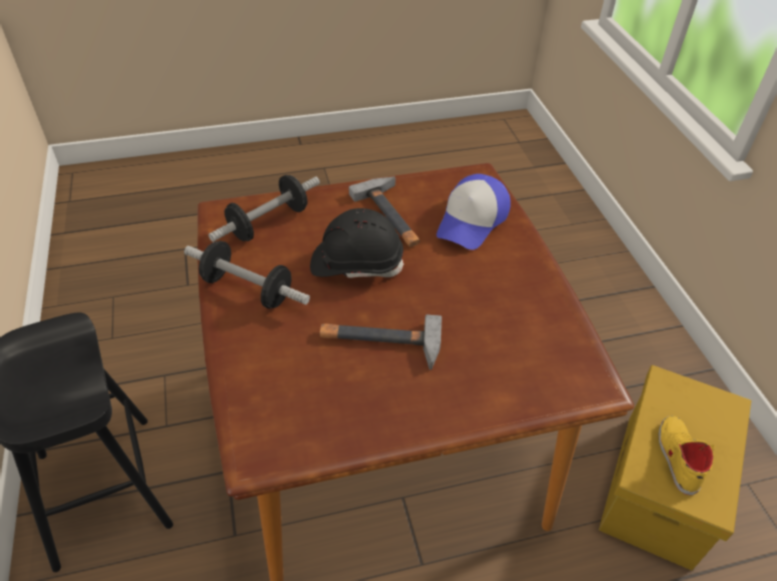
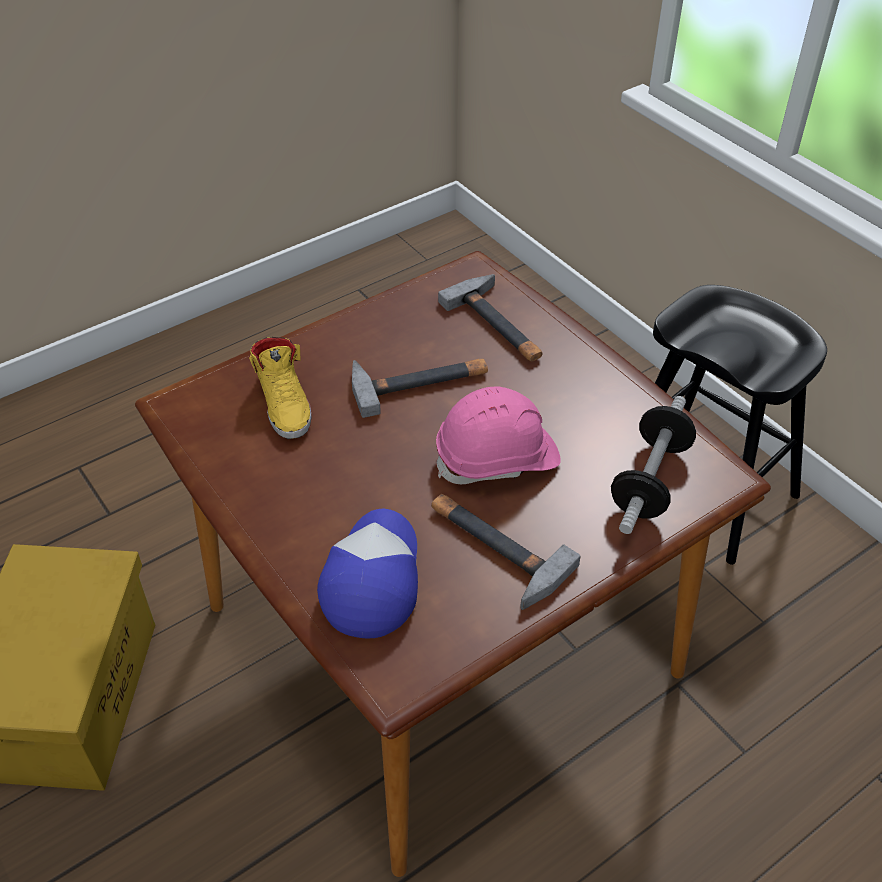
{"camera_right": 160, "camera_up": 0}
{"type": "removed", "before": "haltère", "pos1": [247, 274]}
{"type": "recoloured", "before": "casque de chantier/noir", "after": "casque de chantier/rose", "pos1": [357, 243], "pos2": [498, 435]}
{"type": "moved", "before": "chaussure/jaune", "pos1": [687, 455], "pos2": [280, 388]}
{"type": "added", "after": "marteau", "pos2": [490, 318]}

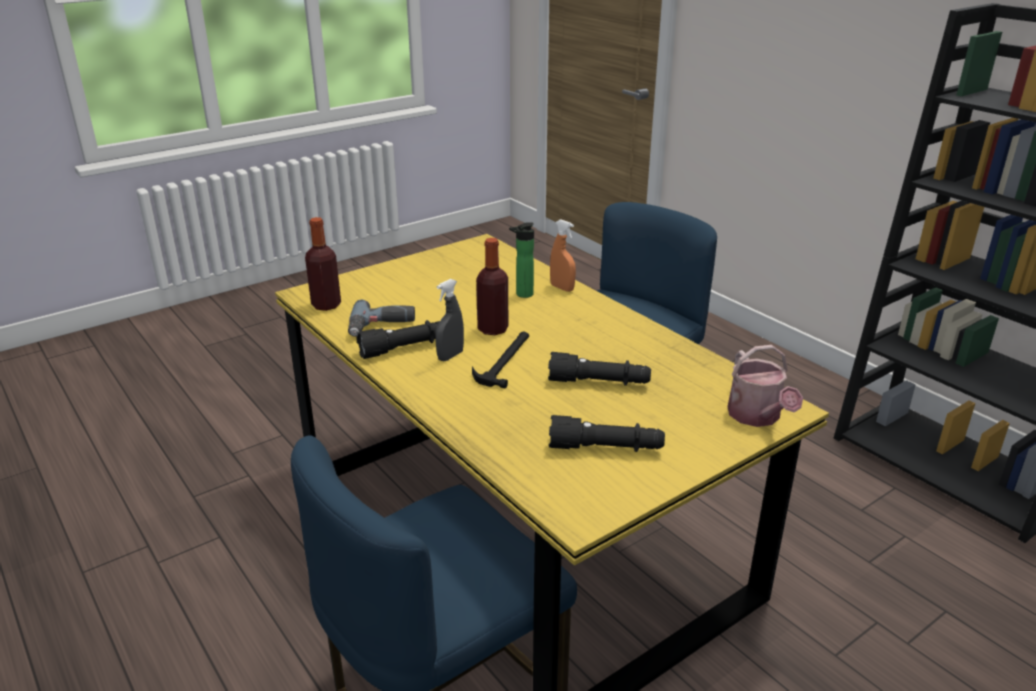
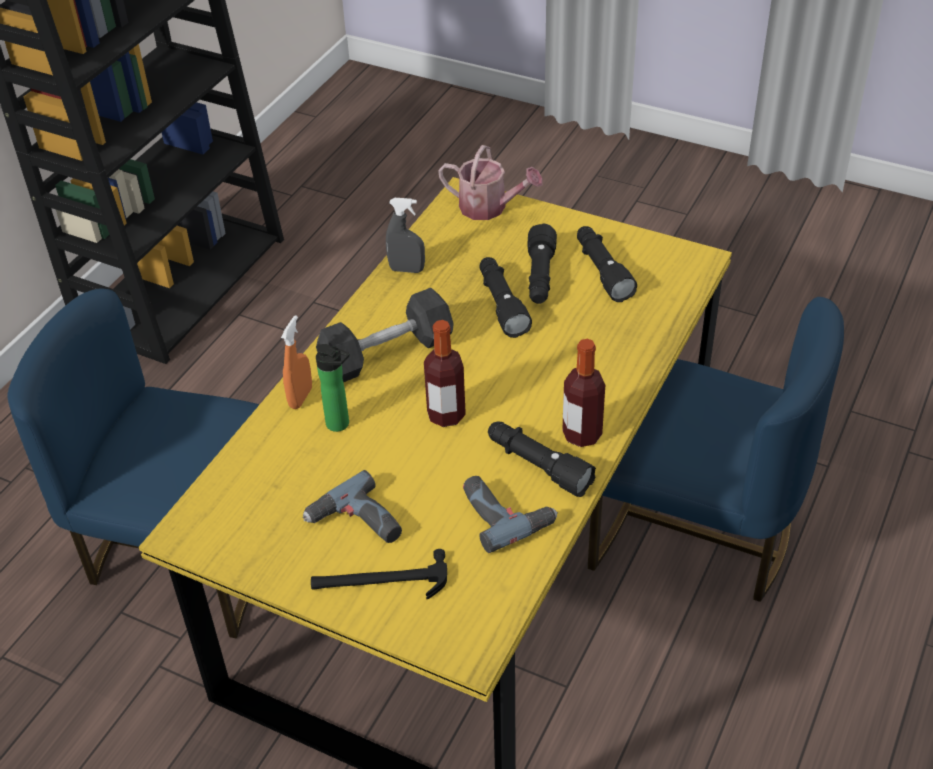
{"camera_right": -115, "camera_up": 15}
{"type": "moved", "before": "bouteille", "pos1": [323, 264], "pos2": [583, 393]}
{"type": "moved", "before": "vaporisateur/gris", "pos1": [449, 320], "pos2": [405, 235]}
{"type": "moved", "before": "marteau", "pos1": [500, 360], "pos2": [379, 574]}
{"type": "turned", "before": "arrosoir", "pos1": [765, 386], "pos2": [490, 182], "turn": 60}
{"type": "added", "after": "perceuse", "pos2": [352, 506]}
{"type": "added", "after": "haltère/noir", "pos2": [385, 335]}
{"type": "added", "after": "lampe de poche/noir", "pos2": [542, 263]}

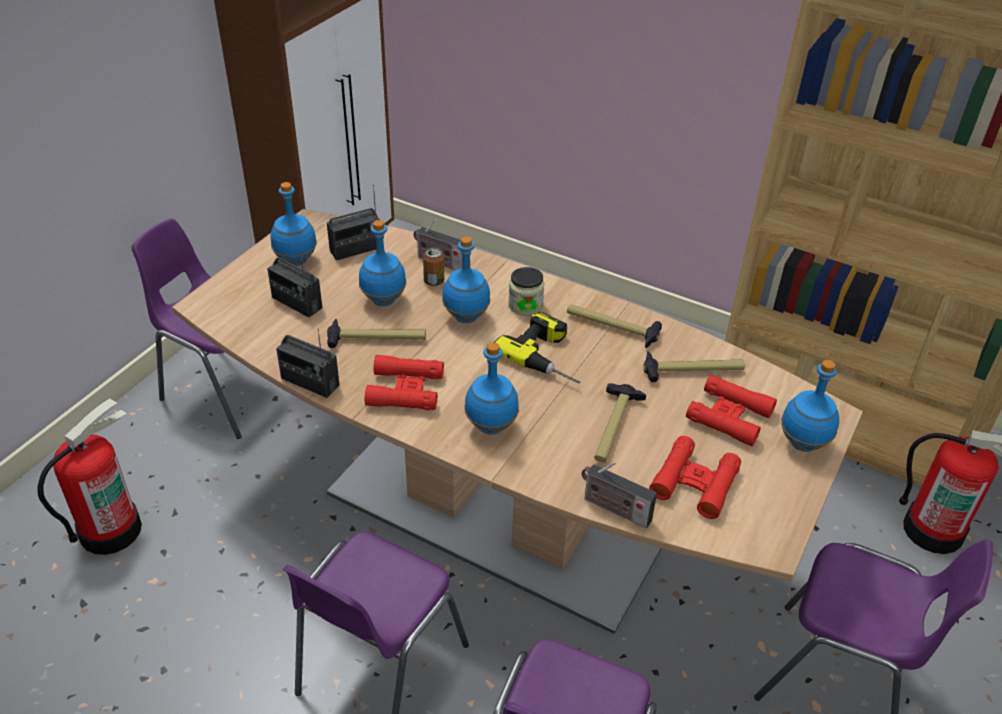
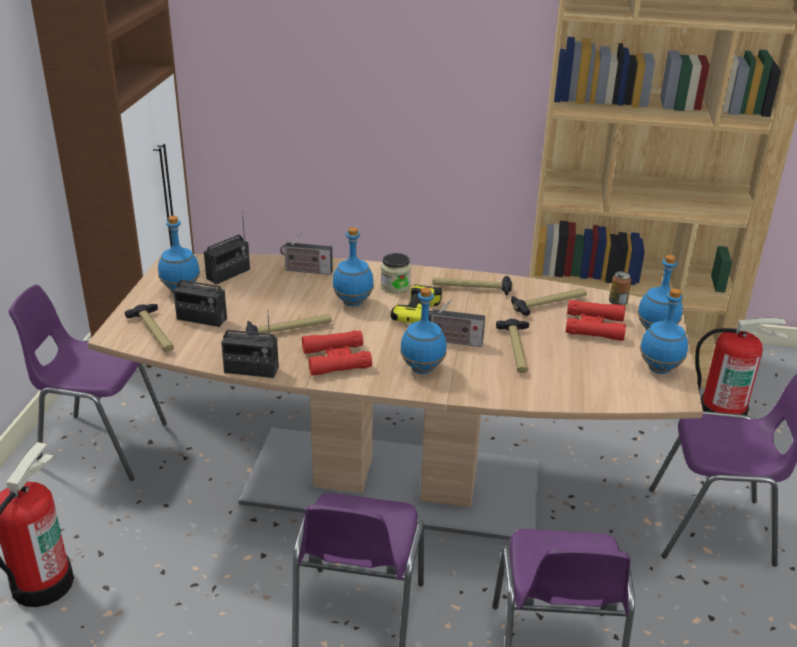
{"camera_right": -20, "camera_up": -10}
{"type": "moved", "before": "bouteille/bleu", "pos1": [382, 263], "pos2": [664, 331]}
{"type": "moved", "before": "boîte métallique", "pos1": [433, 266], "pos2": [620, 288]}
{"type": "moved", "before": "radio", "pos1": [619, 495], "pos2": [457, 323]}
{"type": "removed", "before": "jumelles/rouge", "pos1": [695, 477]}
{"type": "added", "after": "marteau", "pos2": [149, 327]}

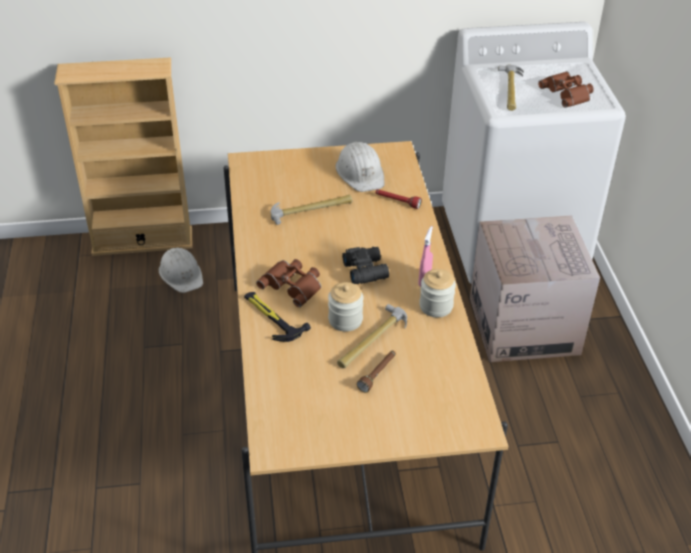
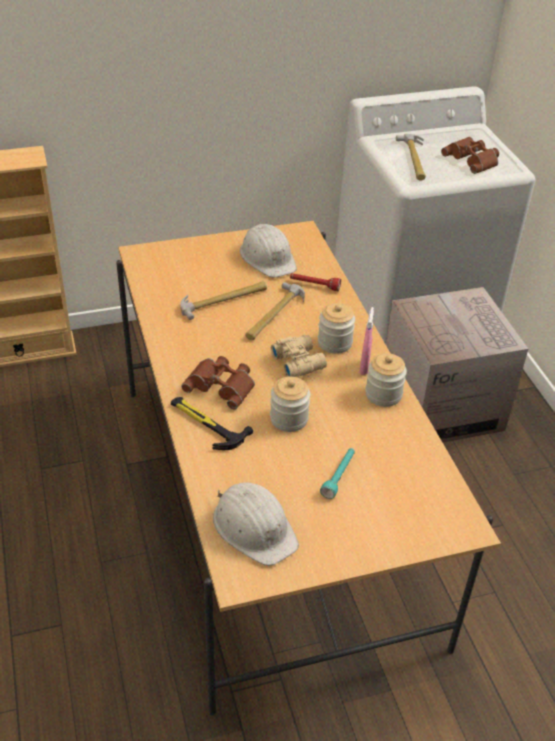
{"camera_right": -10, "camera_up": 0}
{"type": "moved", "before": "casque de chantier/blanc", "pos1": [181, 270], "pos2": [256, 524]}
{"type": "moved", "before": "marteau", "pos1": [372, 336], "pos2": [275, 311]}
{"type": "recoloured", "before": "jumelles/noir", "after": "jumelles/beige", "pos1": [365, 265], "pos2": [299, 356]}
{"type": "recoloured", "before": "lampe de poche/marron", "after": "lampe de poche/turquoise", "pos1": [376, 371], "pos2": [337, 473]}
{"type": "added", "after": "bocal", "pos2": [336, 328]}

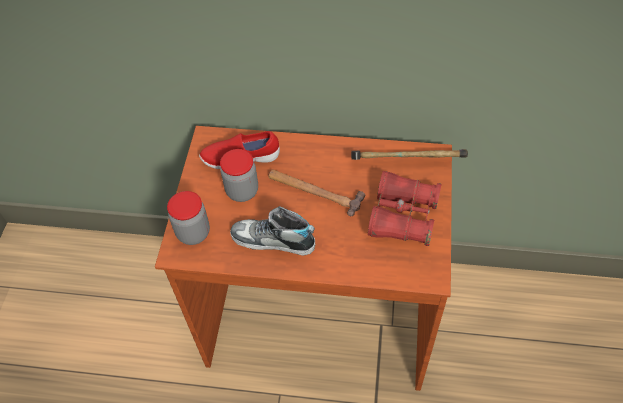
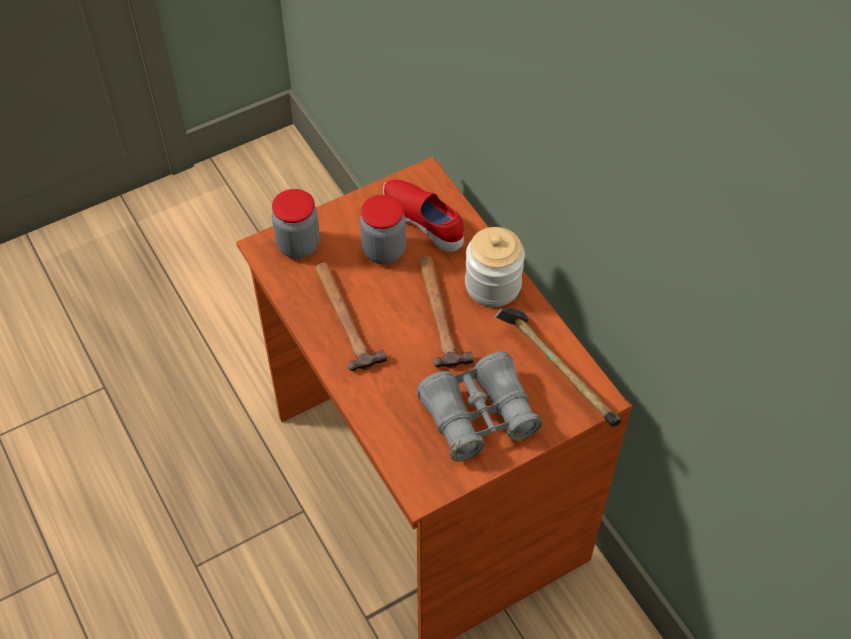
{"camera_right": 50, "camera_up": 0}
{"type": "replaced", "before": "chaussure", "after": "marteau", "pos1": [272, 231], "pos2": [351, 316]}
{"type": "recoloured", "before": "jumelles/rouge", "after": "jumelles/gris", "pos1": [405, 208], "pos2": [479, 406]}
{"type": "added", "after": "bocal", "pos2": [495, 267]}

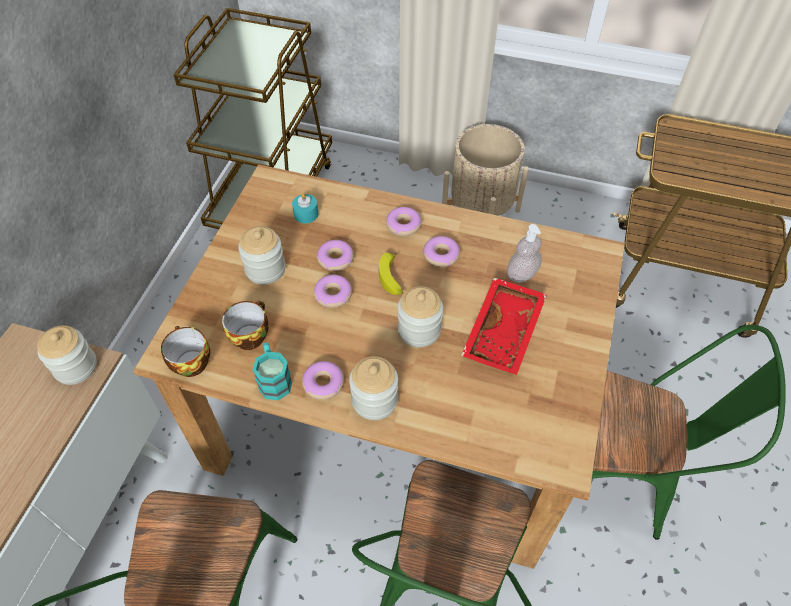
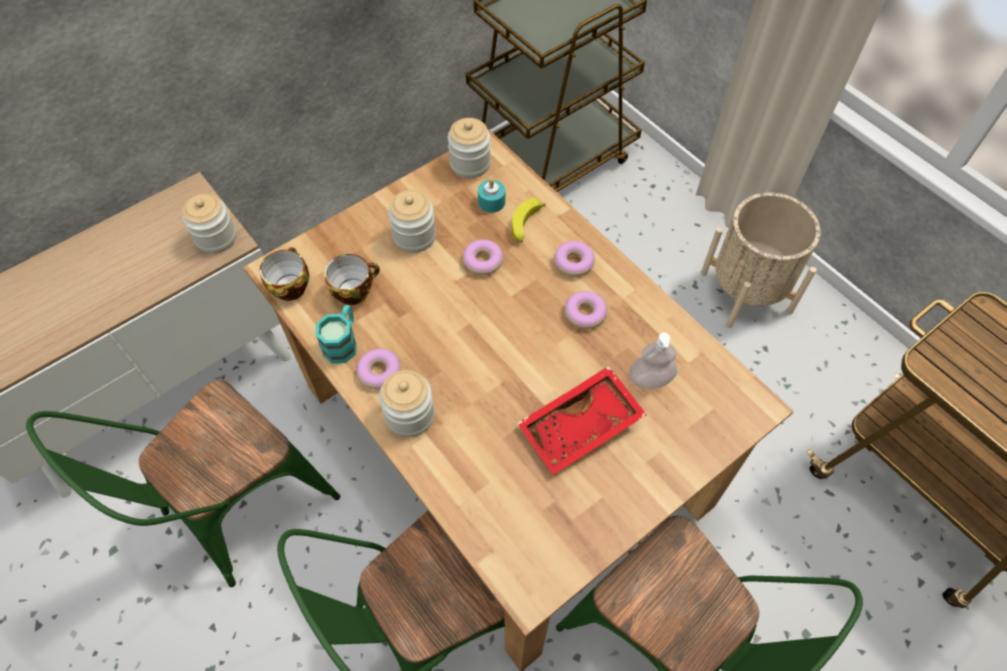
{"camera_right": 35, "camera_up": 5}
{"type": "removed", "before": "beignet", "pos1": [333, 291]}
{"type": "moved", "before": "banane", "pos1": [391, 273], "pos2": [529, 220]}
{"type": "moved", "before": "bocal", "pos1": [420, 316], "pos2": [469, 148]}

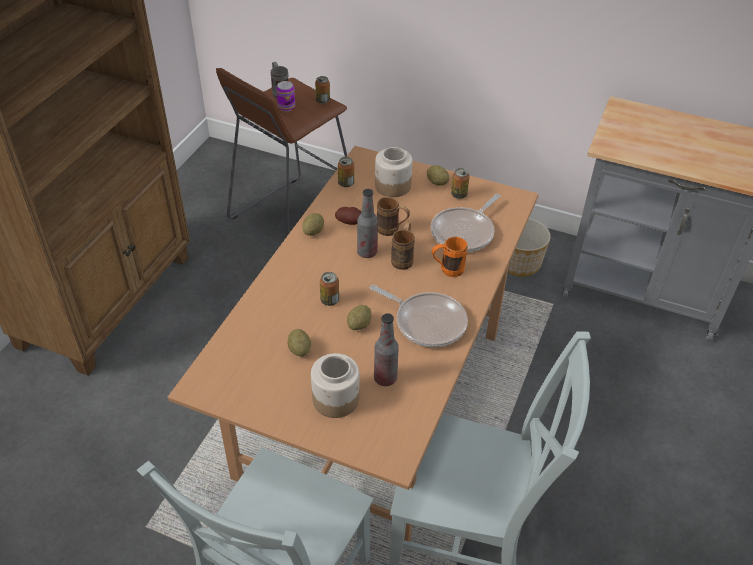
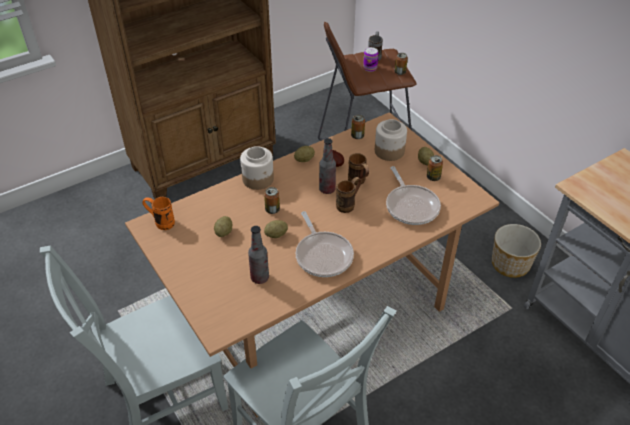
{"camera_right": 35, "camera_up": 0}
{"type": "moved", "before": "bocal", "pos1": [335, 385], "pos2": [257, 168]}
{"type": "turned", "before": "poêle", "pos1": [466, 223], "pos2": [413, 195], "turn": -90}
{"type": "moved", "before": "mug/orange", "pos1": [450, 257], "pos2": [158, 213]}

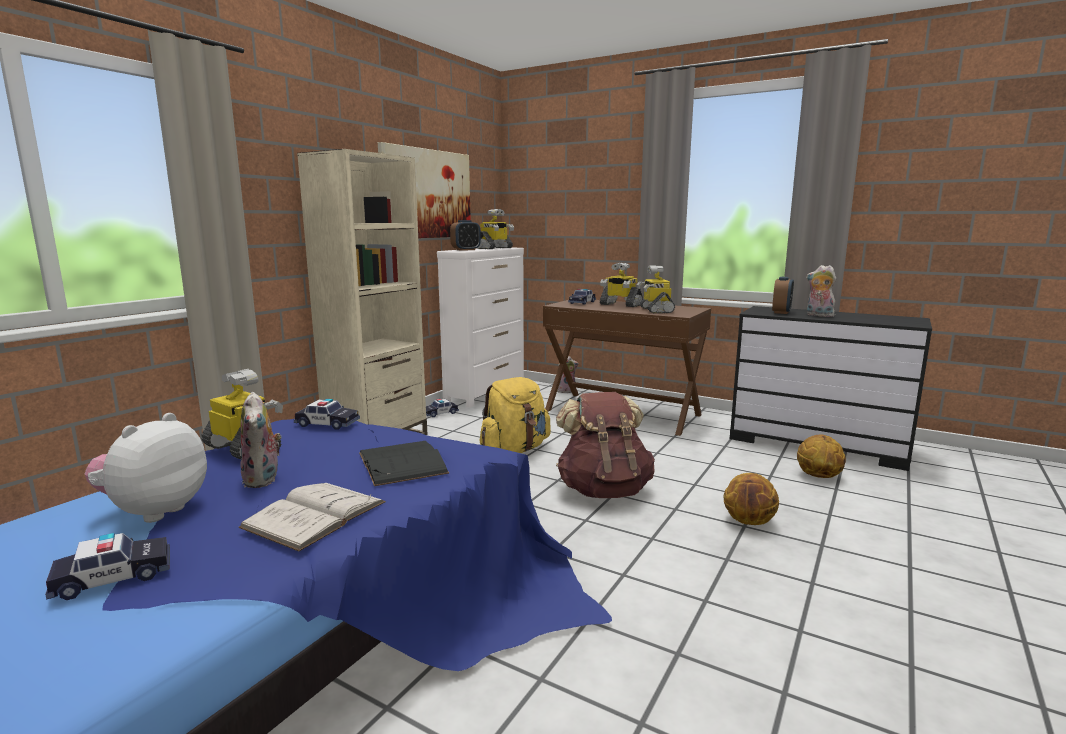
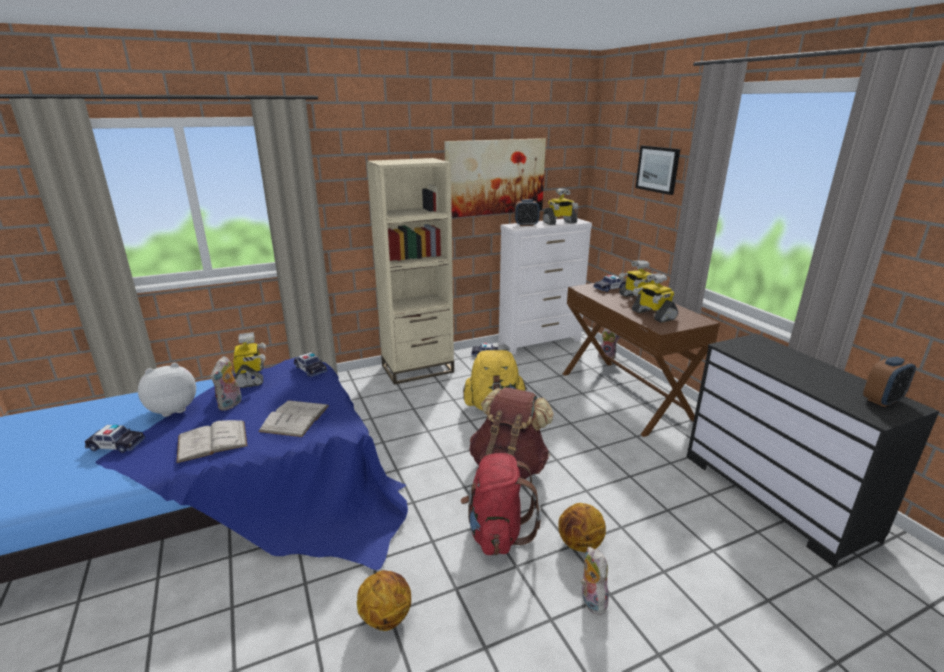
{"camera_right": 35, "camera_up": 10}
{"type": "recoloured", "before": "livre/noir", "after": "livre/blanc", "pos1": [404, 463], "pos2": [293, 418]}
{"type": "turned", "before": "robot jouet", "pos1": [656, 289], "pos2": [655, 298], "turn": -60}
{"type": "moved", "before": "réveil", "pos1": [783, 295], "pos2": [889, 382]}
{"type": "moved", "before": "ballon de basket", "pos1": [821, 456], "pos2": [384, 600]}
{"type": "moved", "before": "peluche", "pos1": [821, 291], "pos2": [594, 581]}
{"type": "added", "after": "sac à dos/rouge", "pos2": [501, 504]}
{"type": "added", "after": "tableau", "pos2": [657, 170]}

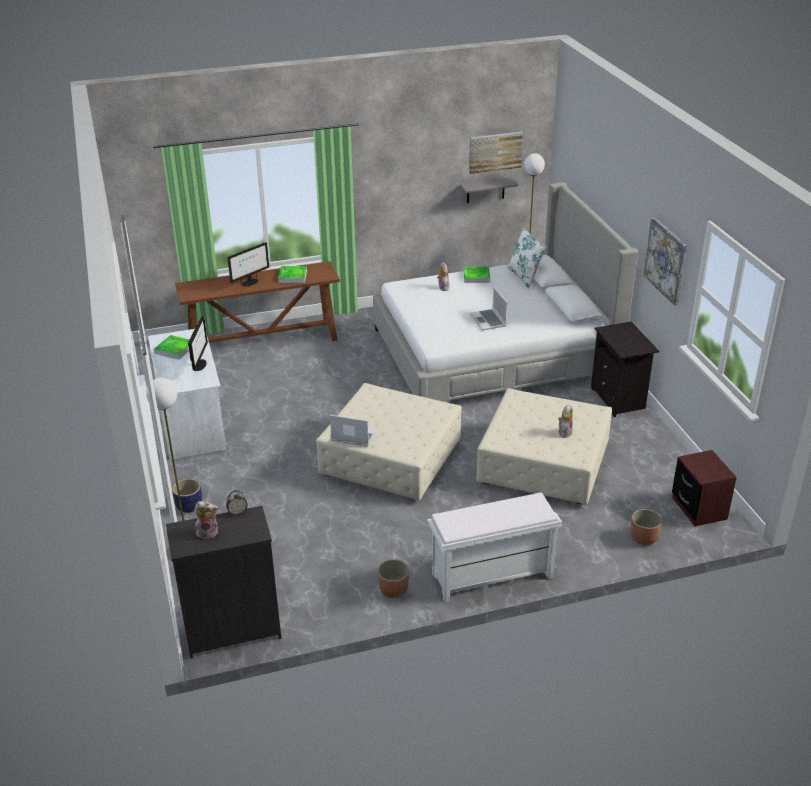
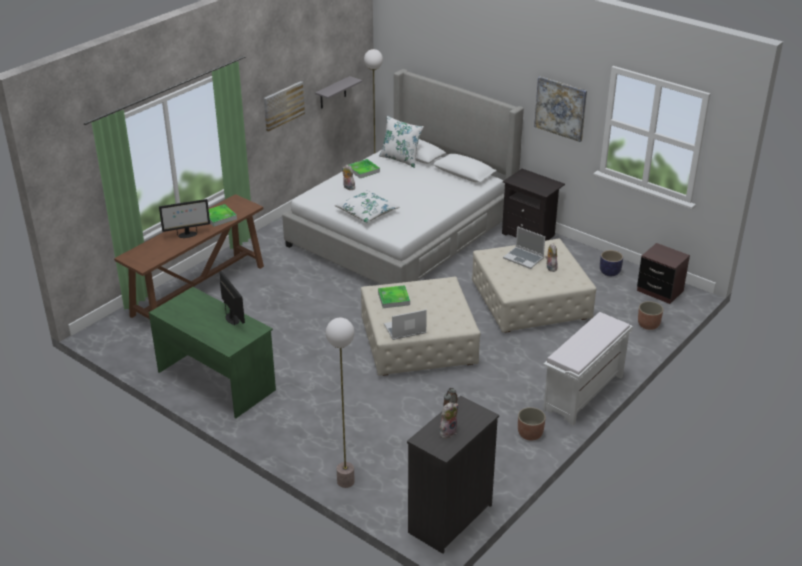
{"camera_right": -35, "camera_up": 0}
{"type": "recoloured", "before": "bureau/blanc", "after": "bureau/vert", "pos1": [187, 394], "pos2": [212, 352]}
{"type": "moved", "before": "plateau", "pos1": [172, 347], "pos2": [394, 296]}
{"type": "moved", "before": "cache-pot", "pos1": [187, 496], "pos2": [611, 263]}
{"type": "turned", "before": "écran d'ordinateur", "pos1": [248, 264], "pos2": [184, 218], "turn": 60}
{"type": "moved", "before": "tableau", "pos1": [496, 153], "pos2": [284, 106]}
{"type": "moved", "before": "ordinateur portable", "pos1": [488, 309], "pos2": [524, 247]}
{"type": "added", "after": "coussin/blanc", "pos2": [367, 206]}

